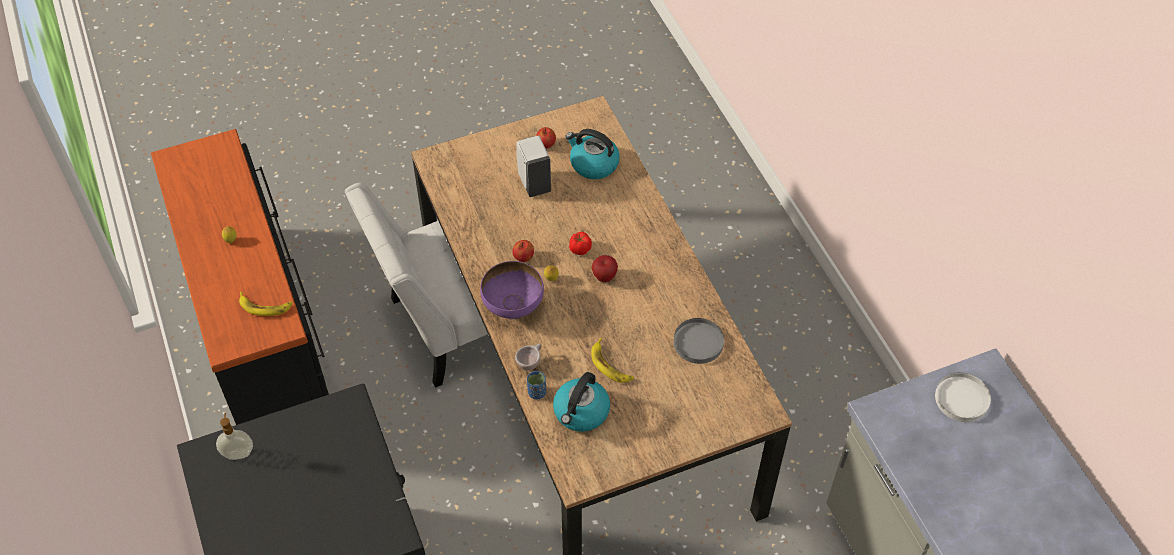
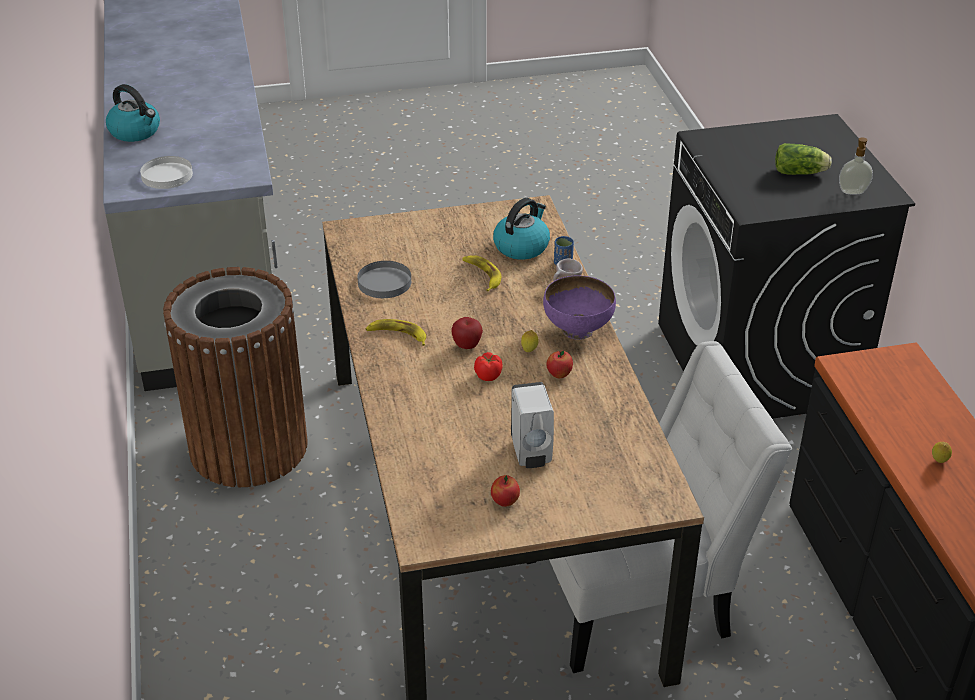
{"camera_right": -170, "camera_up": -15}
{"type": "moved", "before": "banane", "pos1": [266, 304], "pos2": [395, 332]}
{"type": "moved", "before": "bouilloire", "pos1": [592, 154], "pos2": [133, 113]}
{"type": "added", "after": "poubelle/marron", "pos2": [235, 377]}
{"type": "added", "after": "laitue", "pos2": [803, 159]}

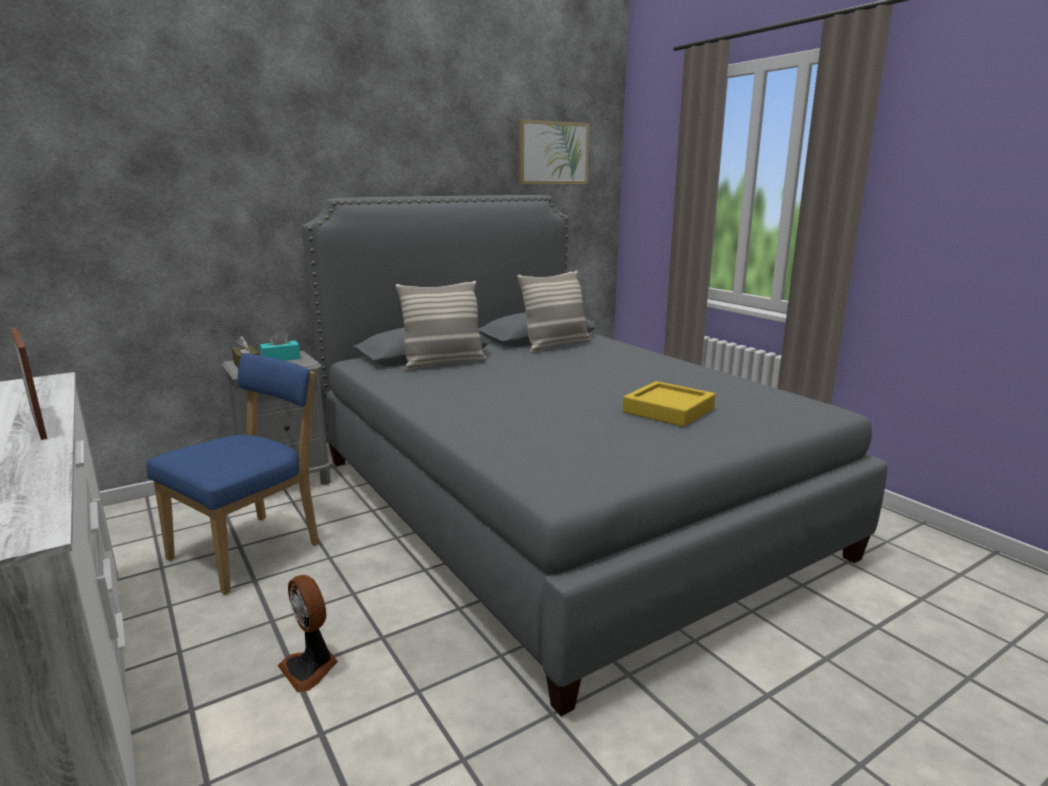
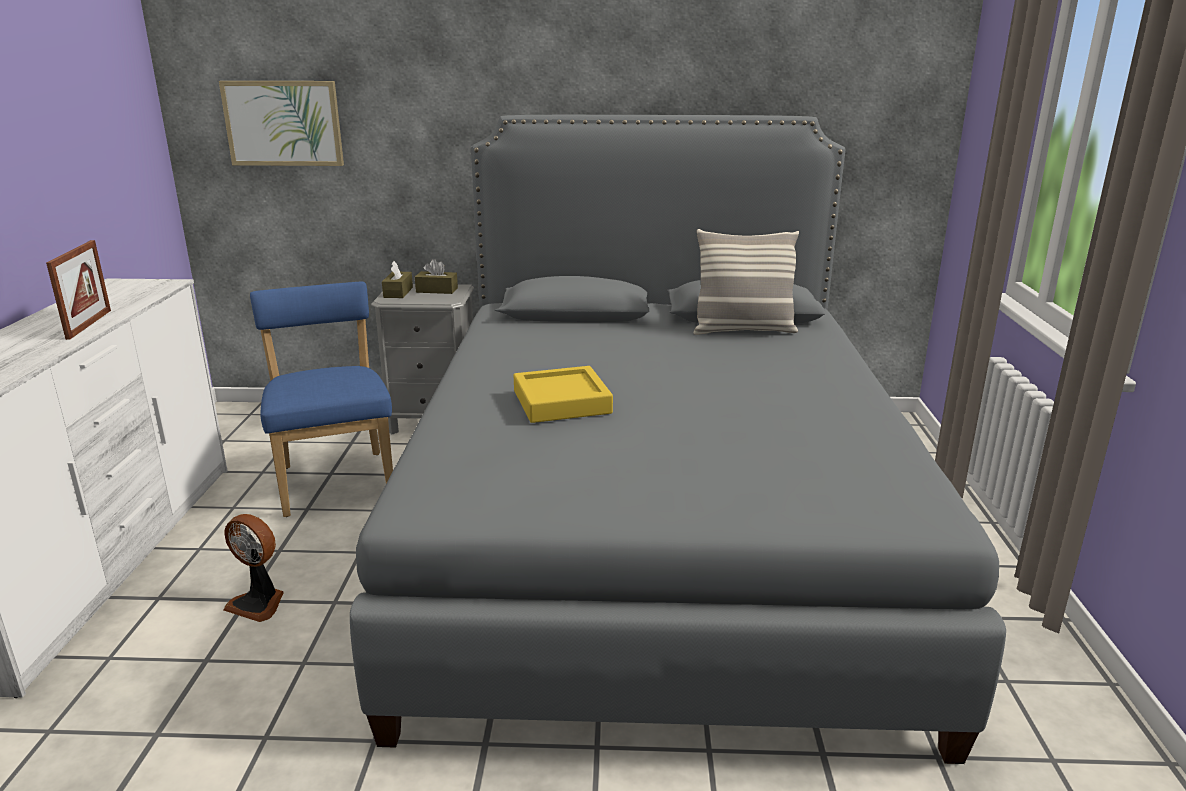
{"camera_right": 35, "camera_up": 5}
{"type": "turned", "before": "chaise/bleu", "pos1": [232, 474], "pos2": [321, 399], "turn": -90}
{"type": "recoloured", "before": "boîte à mouchoirs/turquoise", "after": "boîte à mouchoirs/marron", "pos1": [280, 345], "pos2": [436, 276]}
{"type": "turned", "before": "ventilateur", "pos1": [308, 633], "pos2": [253, 568], "turn": -60}
{"type": "removed", "before": "coussin", "pos1": [441, 326]}
{"type": "moved", "before": "tableau", "pos1": [554, 151], "pos2": [281, 123]}
{"type": "moved", "before": "plateau/jaune", "pos1": [669, 404], "pos2": [563, 394]}

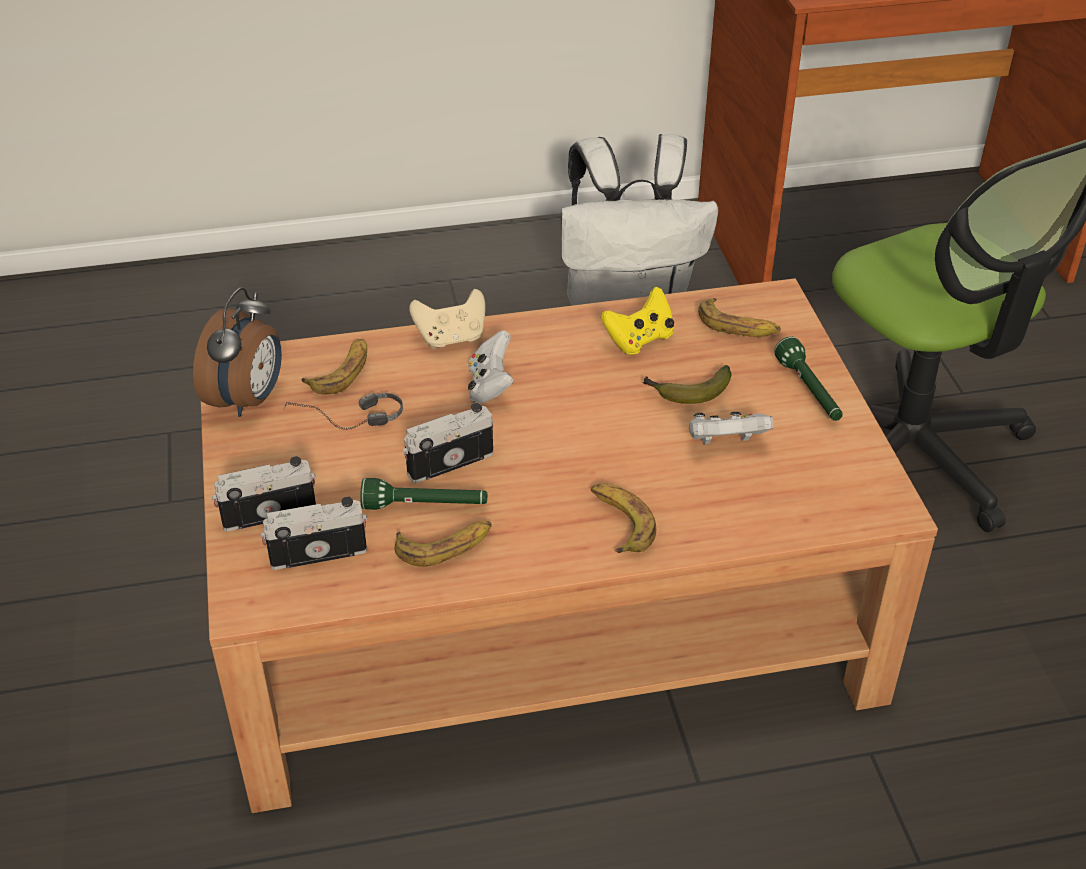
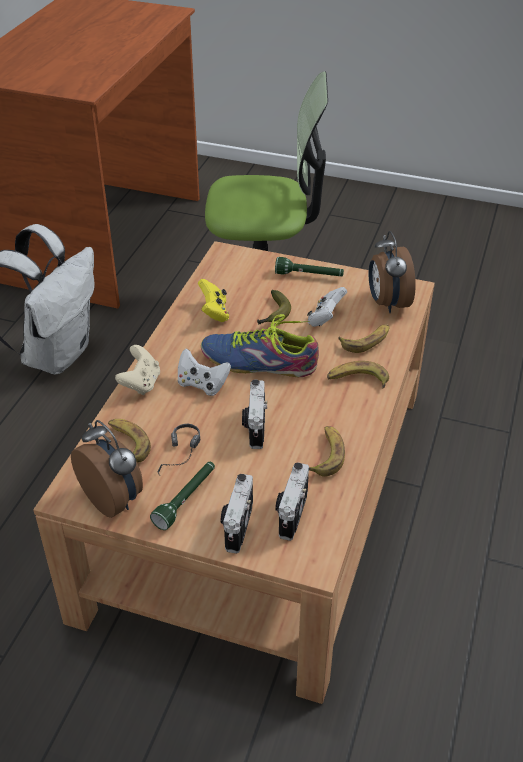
{"camera_right": -60, "camera_up": 0}
{"type": "moved", "before": "lampe de poche/vert", "pos1": [423, 494], "pos2": [182, 496]}
{"type": "moved", "before": "banane", "pos1": [739, 317], "pos2": [363, 338]}
{"type": "added", "after": "chaussure", "pos2": [260, 345]}
{"type": "added", "after": "réveil", "pos2": [392, 272]}

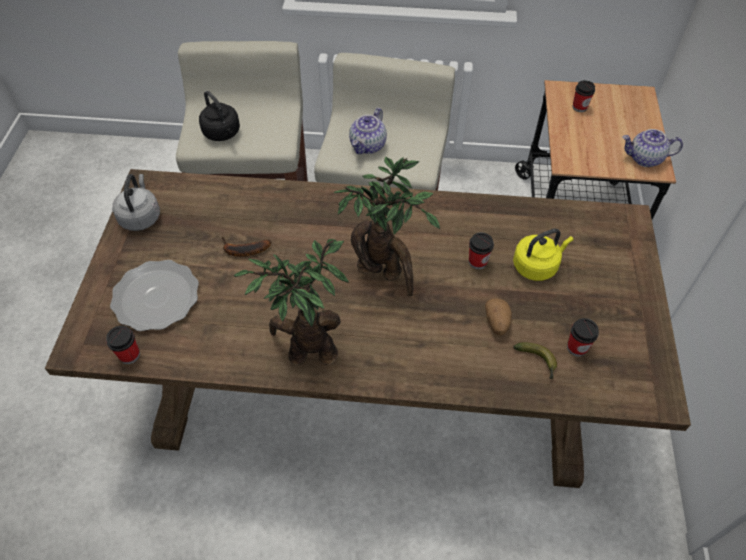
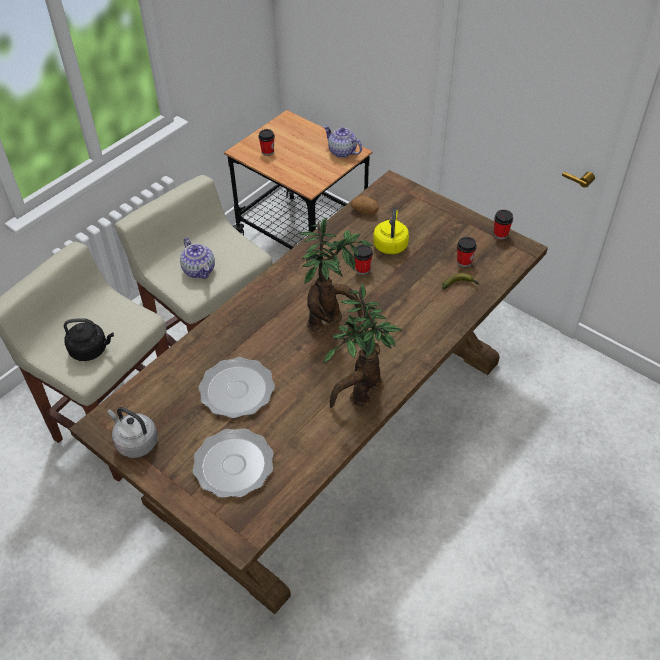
{"camera_right": -55, "camera_up": -5}
{"type": "moved", "before": "tasse", "pos1": [123, 345], "pos2": [503, 225]}
{"type": "replaced", "before": "banane", "after": "assiette", "pos1": [246, 247], "pos2": [236, 387]}
{"type": "moved", "before": "pomme de terre", "pos1": [498, 317], "pos2": [365, 205]}
{"type": "turned", "before": "théière", "pos1": [652, 148], "pos2": [342, 142], "turn": 90}

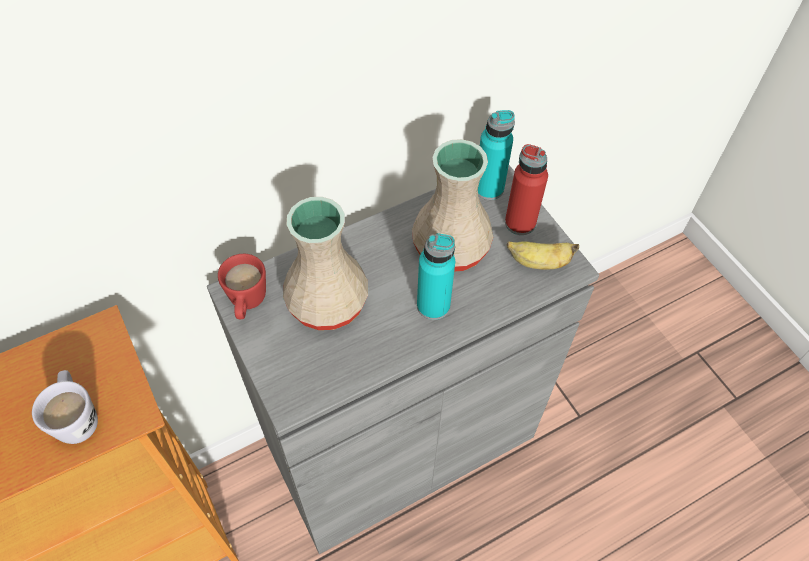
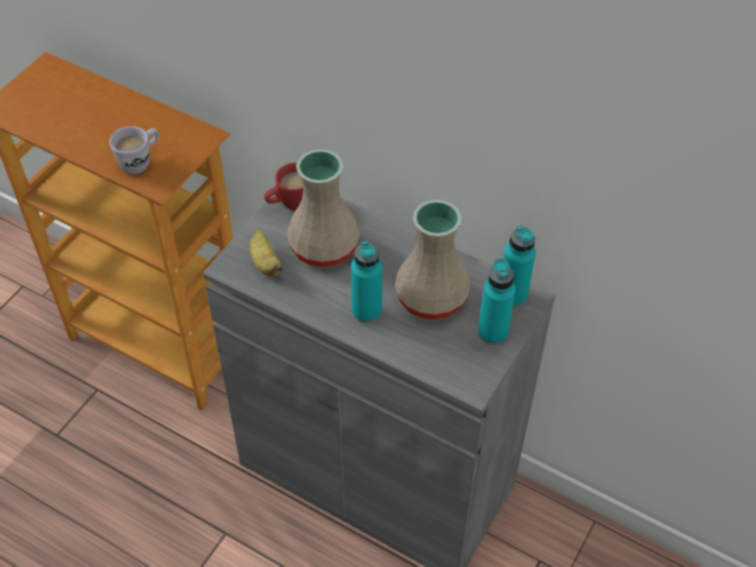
{"camera_right": 60, "camera_up": -5}
{"type": "recoloured", "before": "bouteille/rouge", "after": "bouteille/turquoise", "pos1": [526, 189], "pos2": [497, 302]}
{"type": "moved", "before": "banane", "pos1": [543, 255], "pos2": [266, 252]}

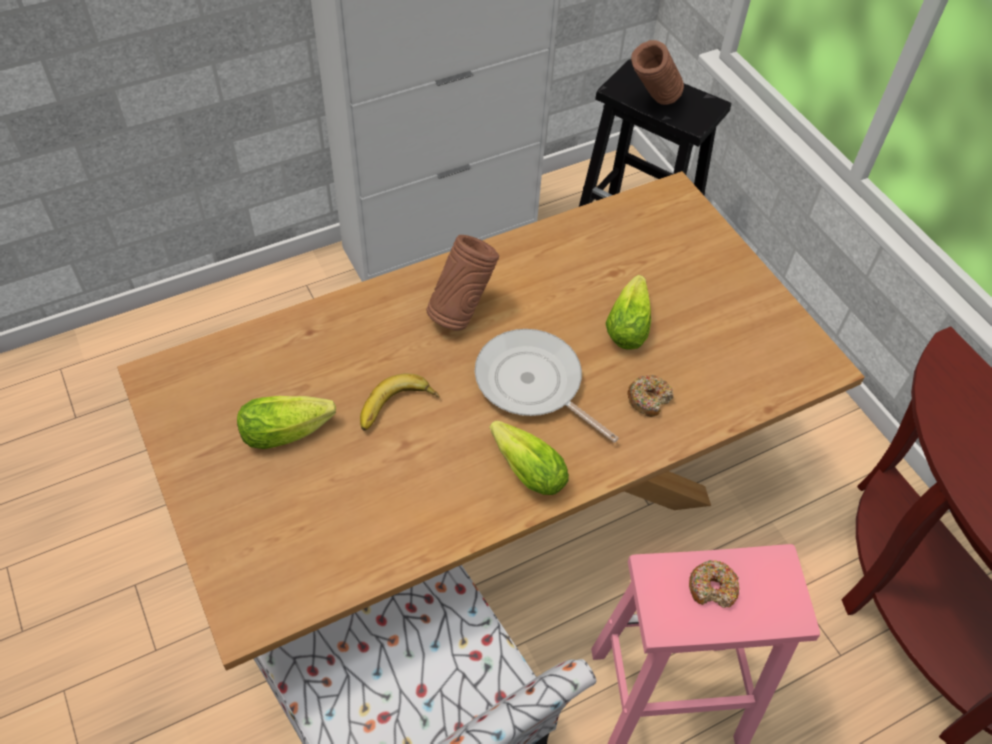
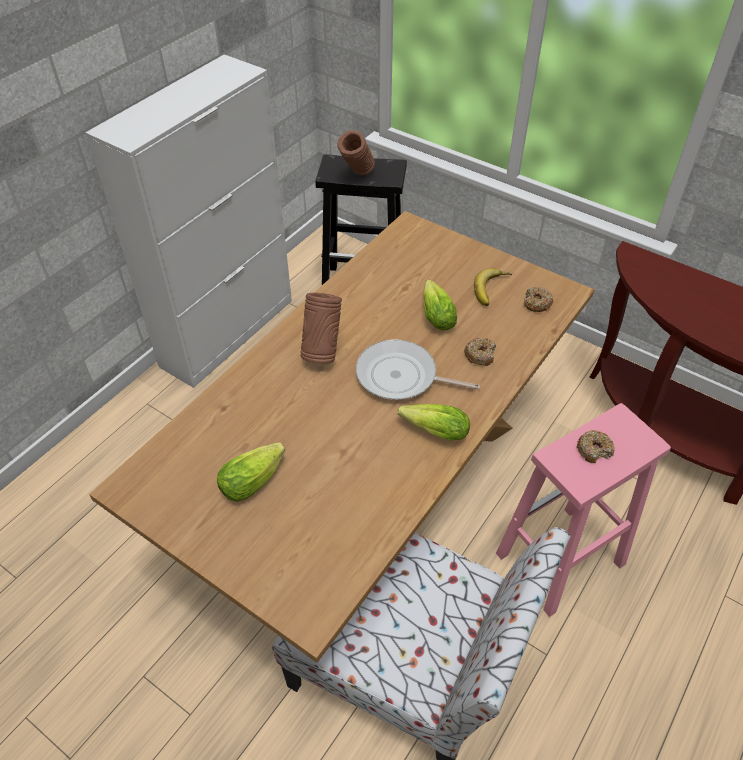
{"camera_right": -25, "camera_up": -5}
{"type": "moved", "before": "banane", "pos1": [400, 402], "pos2": [493, 287]}
{"type": "added", "after": "beignet", "pos2": [538, 299]}

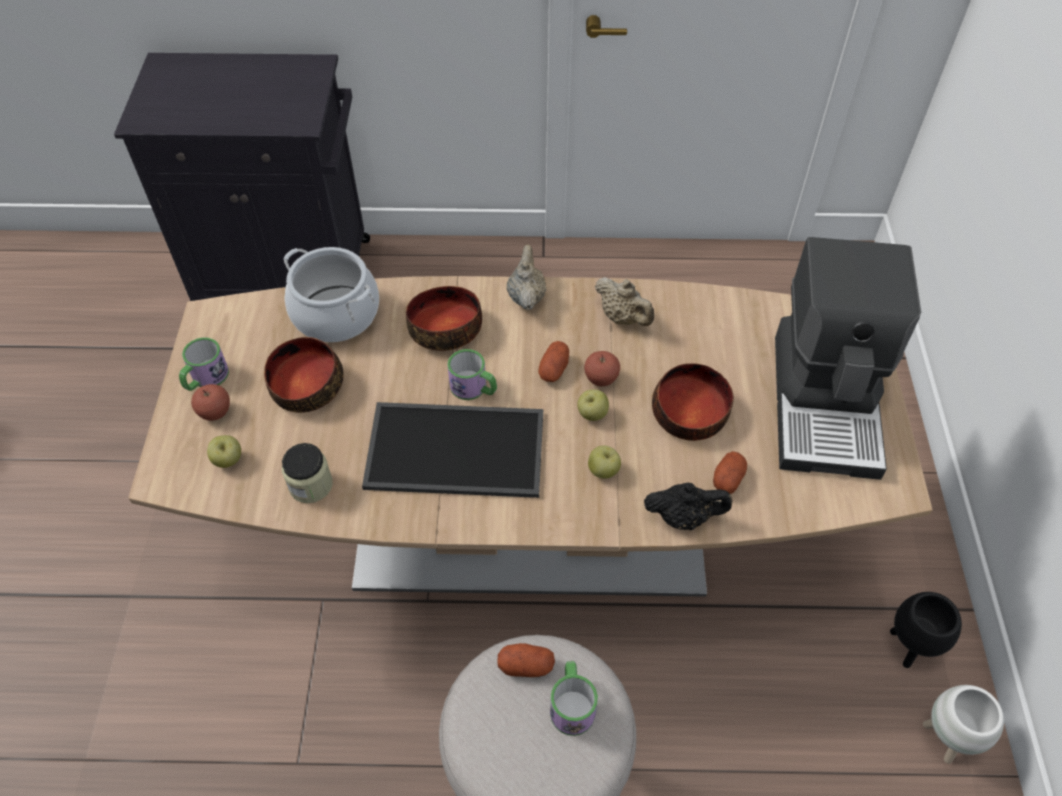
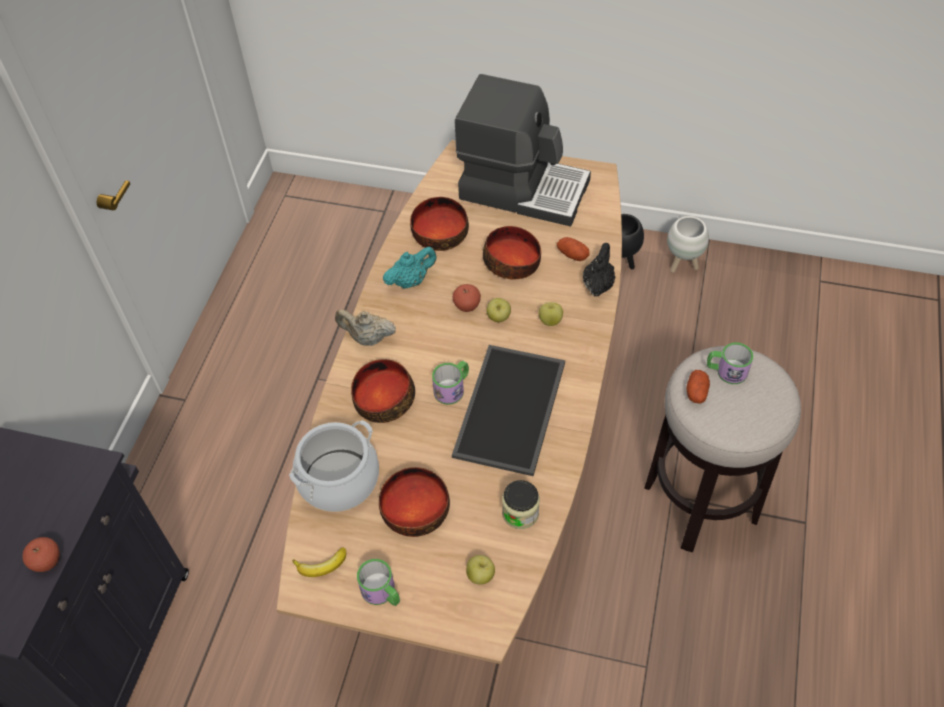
{"camera_right": -75, "camera_up": 0}
{"type": "moved", "before": "pomme", "pos1": [210, 402], "pos2": [41, 554]}
{"type": "removed", "before": "pomme de terre", "pos1": [553, 361]}
{"type": "recoloured", "before": "théière/beige", "after": "théière/turquoise", "pos1": [624, 301], "pos2": [410, 268]}
{"type": "added", "after": "banane", "pos2": [319, 562]}
{"type": "added", "after": "bol", "pos2": [439, 224]}

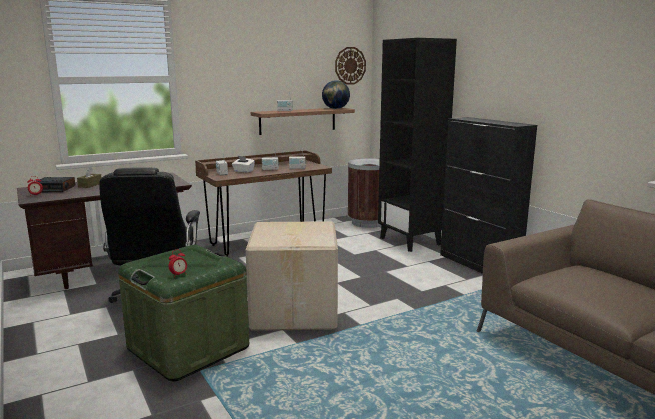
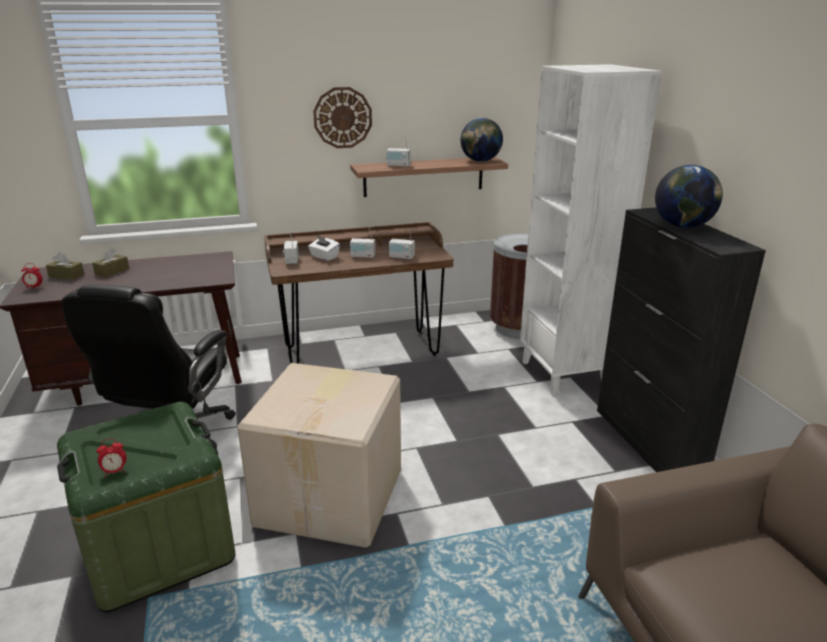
{"camera_right": 15, "camera_up": 10}
{"type": "replaced", "before": "réveil", "after": "boîte à mouchoirs/marron", "pos1": [56, 184], "pos2": [65, 266]}
{"type": "moved", "before": "horloge murale", "pos1": [350, 66], "pos2": [342, 117]}
{"type": "recoloured", "before": "bibliothèque/noir", "after": "bibliothèque/blanc", "pos1": [417, 145], "pos2": [591, 230]}
{"type": "added", "after": "globe", "pos2": [689, 196]}

